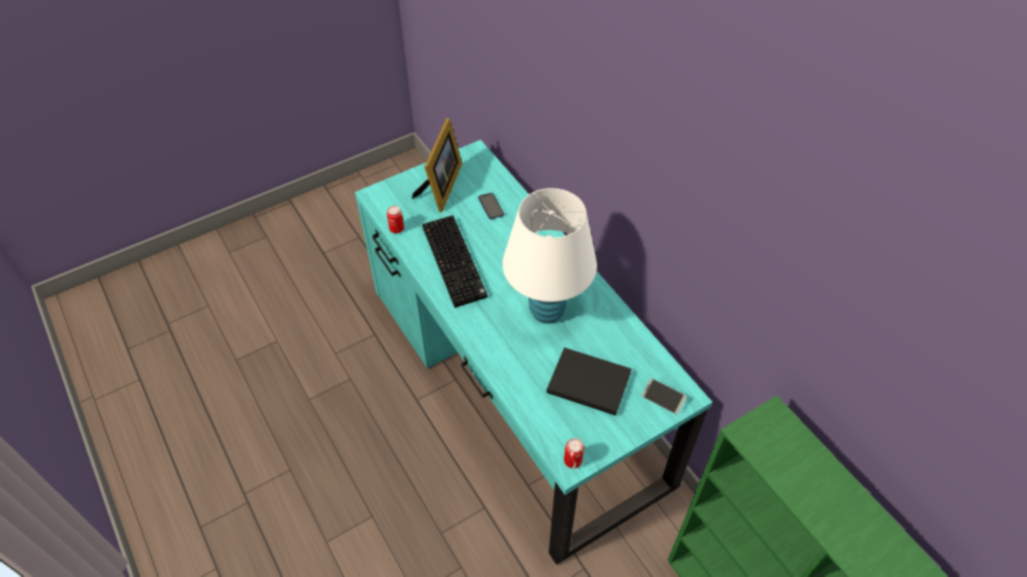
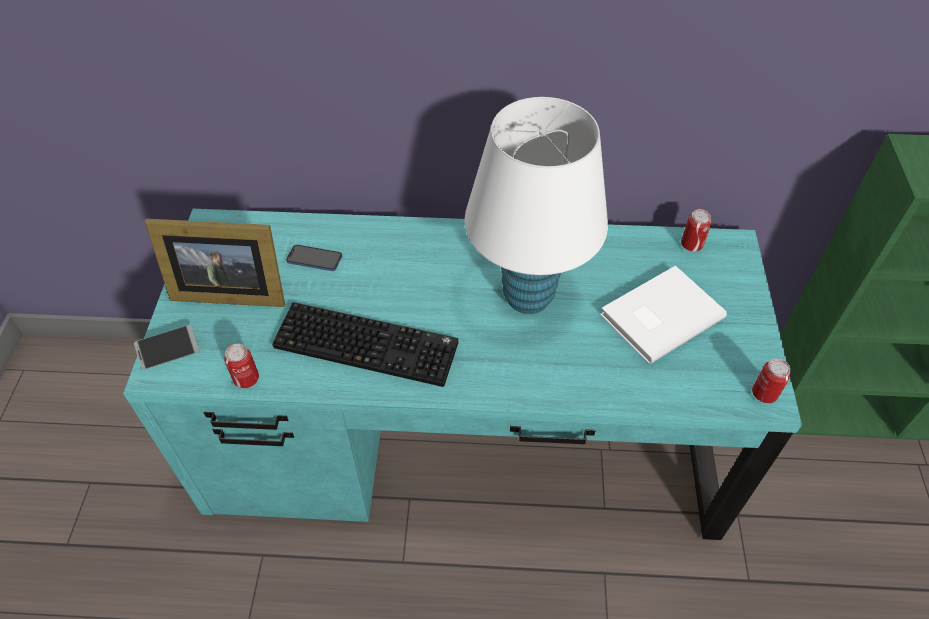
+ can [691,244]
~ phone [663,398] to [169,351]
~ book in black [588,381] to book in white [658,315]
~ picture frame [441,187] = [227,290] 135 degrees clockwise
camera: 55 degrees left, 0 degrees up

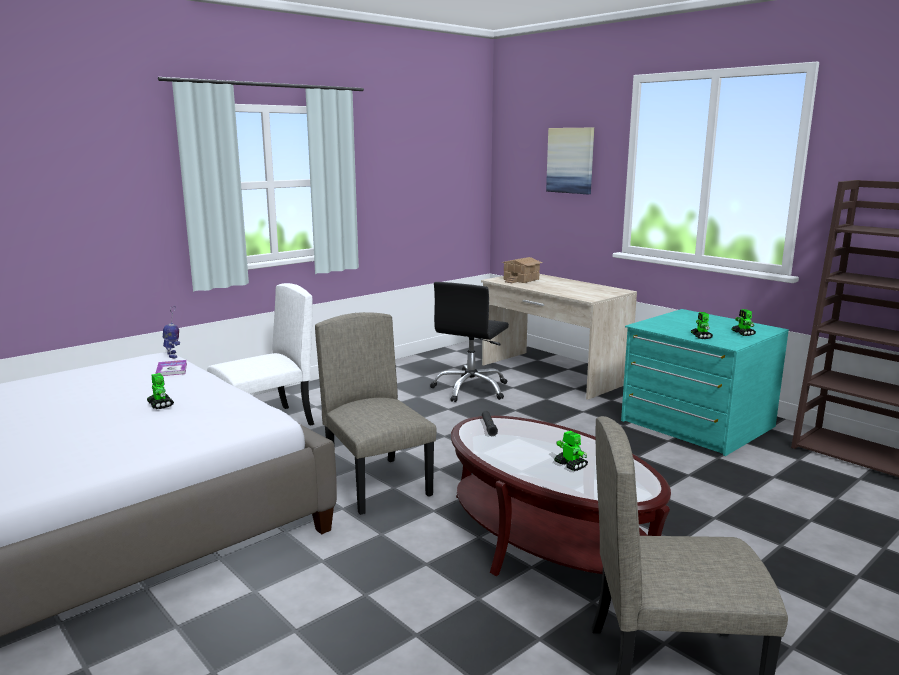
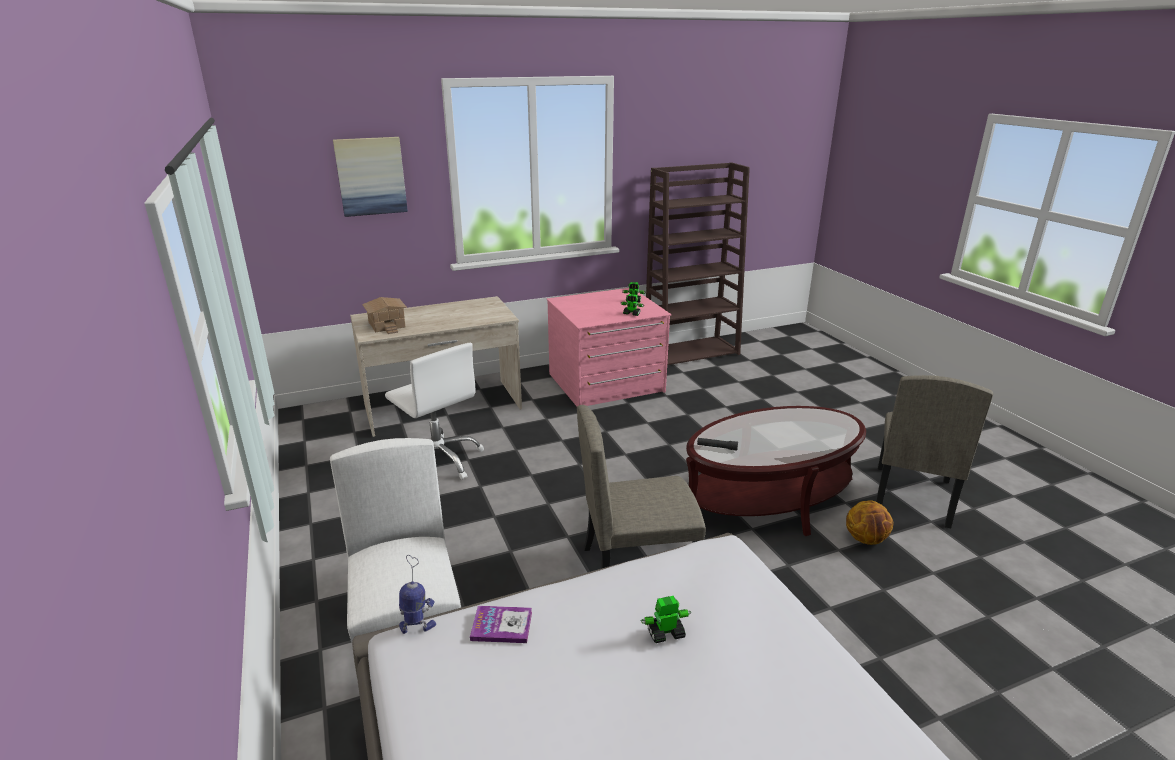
- toy robot [570,465]
+ basketball [866,539]
~ office chair in black [471,389] to office chair in white [439,460]
~ dresser in turquoise [696,424] to dresser in pink [606,383]
camera: 70 degrees left, 10 degrees up

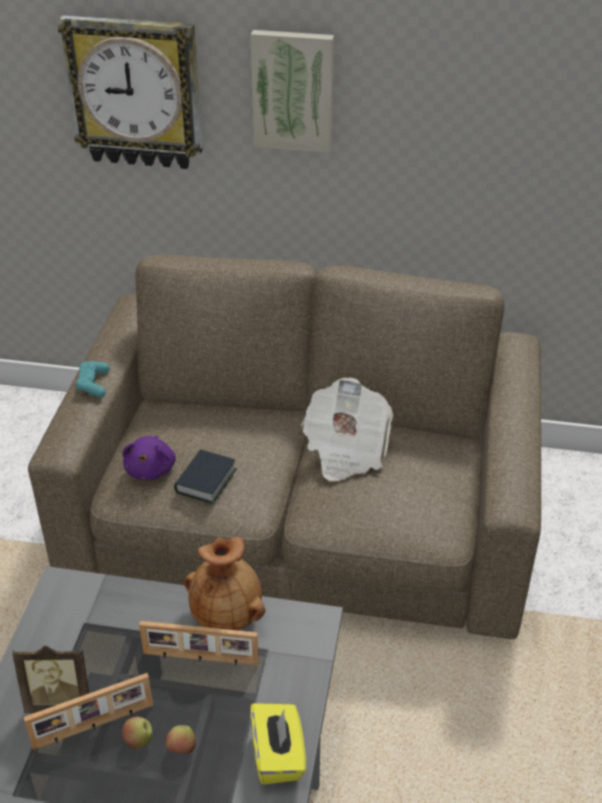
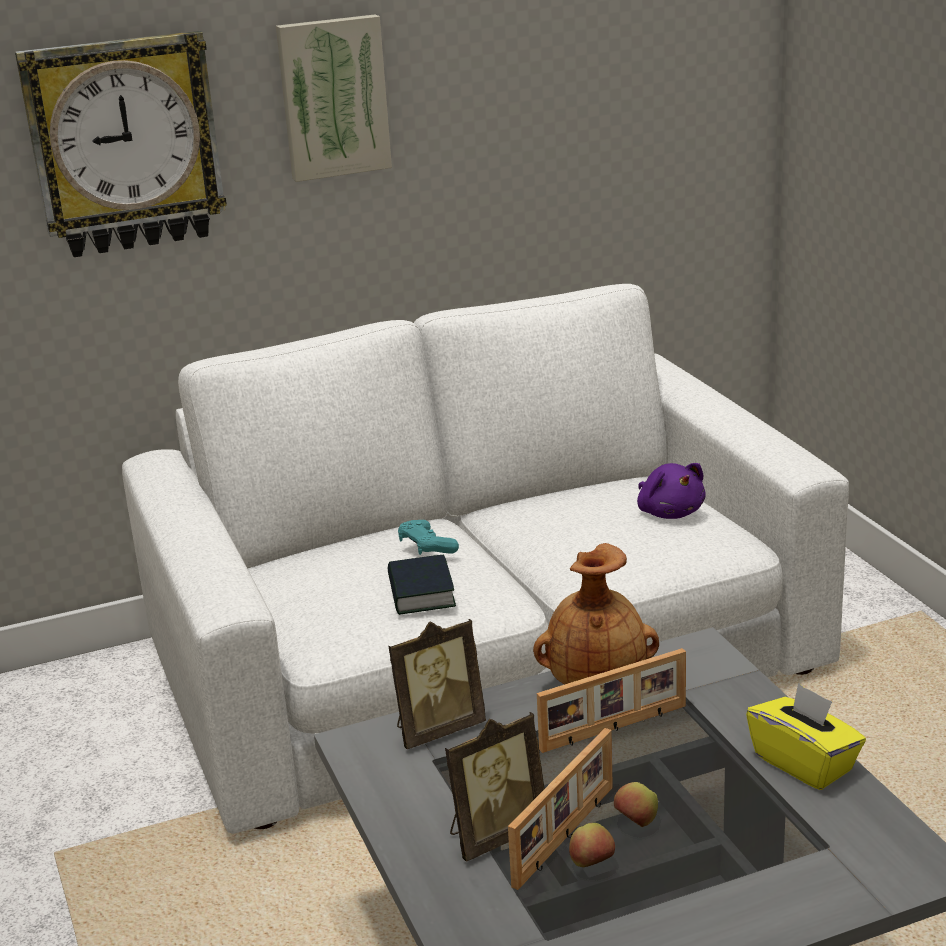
- newspaper [345,449]
+ picture frame [437,729]
~ game controller in turquoise [93,384] to [426,546]
~ plush toy in purple [151,469] to [669,512]
~ apple [182,749] to [592,865]
~ sofa in brown [301,515] to sofa in white [484,661]
camera: 30 degrees left, 15 degrees down

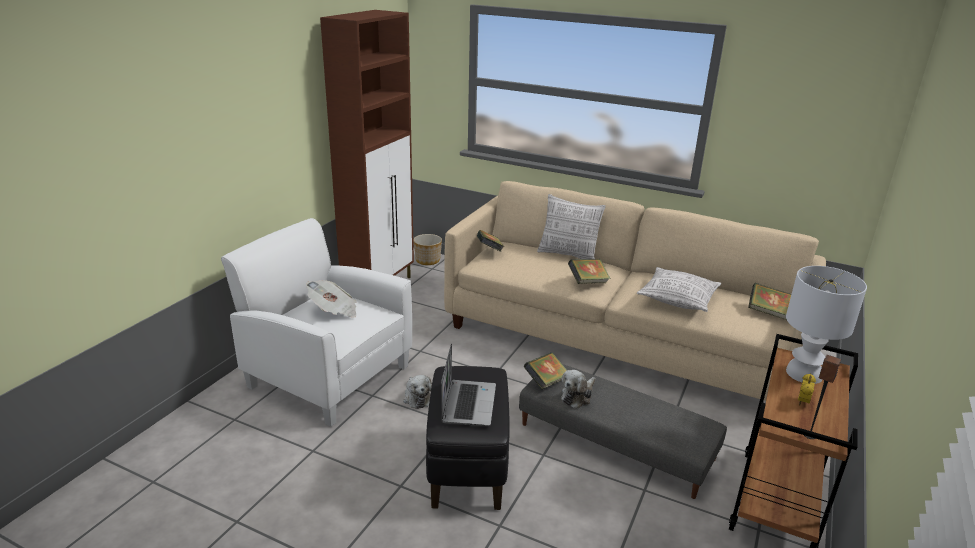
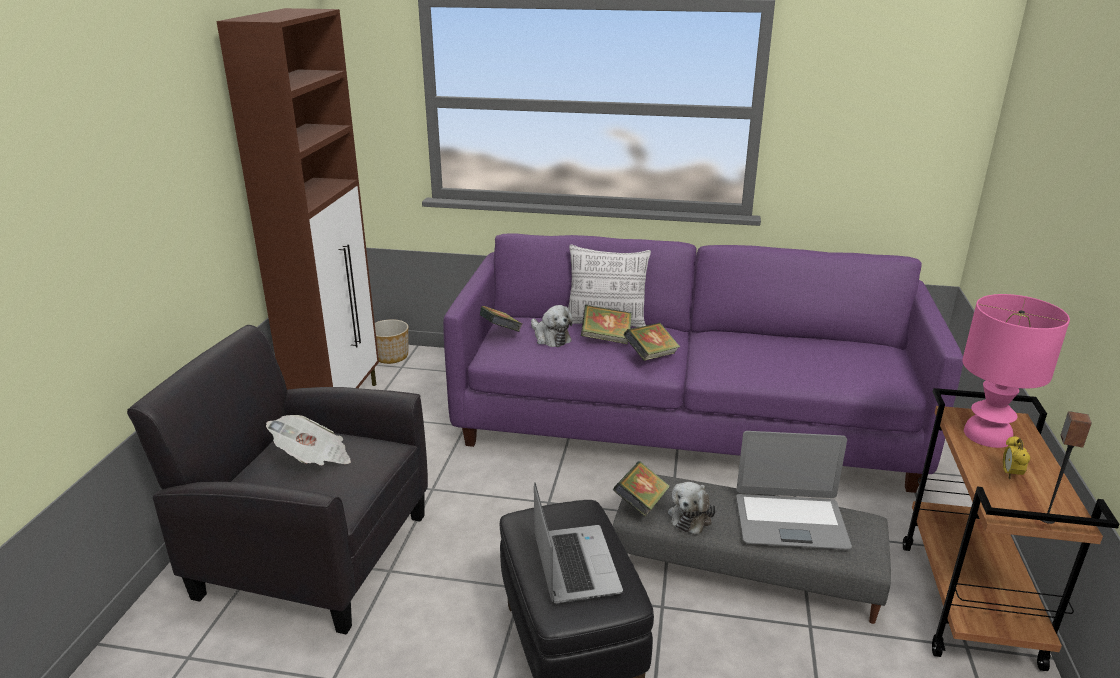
- pillow [678,299]
+ laptop [790,521]
~ plush toy [417,397] to [550,338]
~ book [768,312] to [606,338]
~ armchair in white [328,375] to armchair in black [312,554]
~ sofa in beige [618,339] to sofa in purple [684,423]
~ table lamp in white [804,373] to table lamp in pink [987,434]
camera: 15 degrees left, 0 degrees up

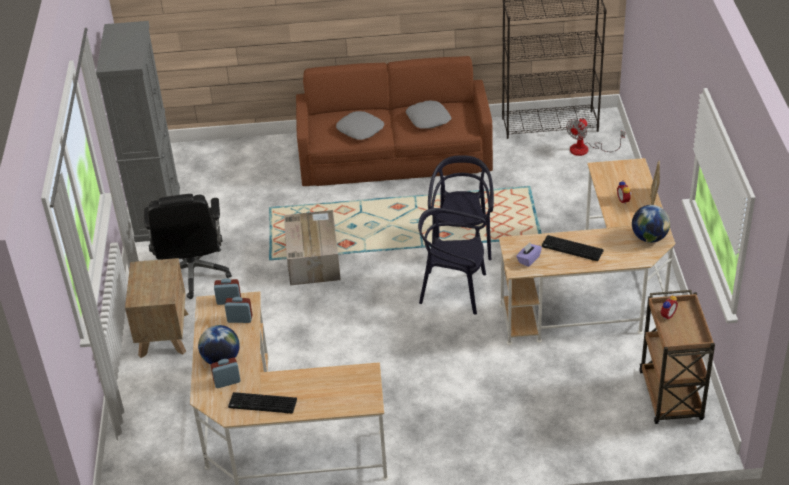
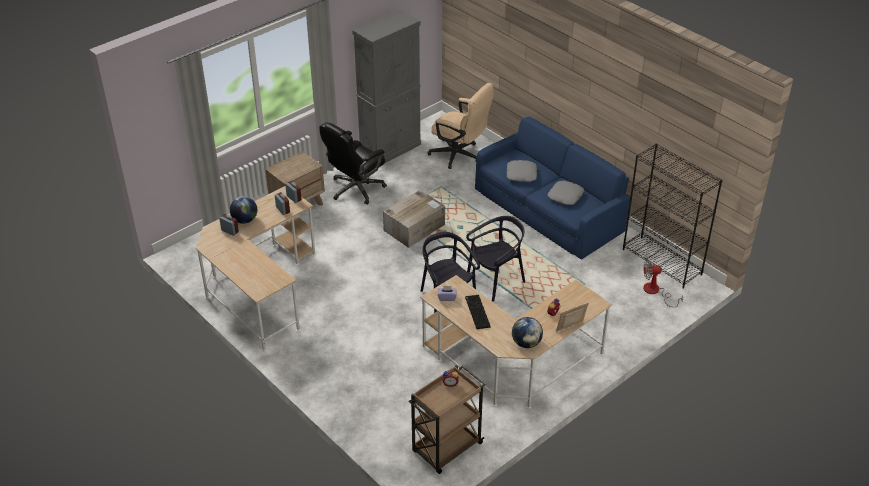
- keyboard [261,404]
+ office chair in beige [460,156]
~ sofa in brown [395,152] to sofa in blue [549,208]
camera: 50 degrees right, 0 degrees up

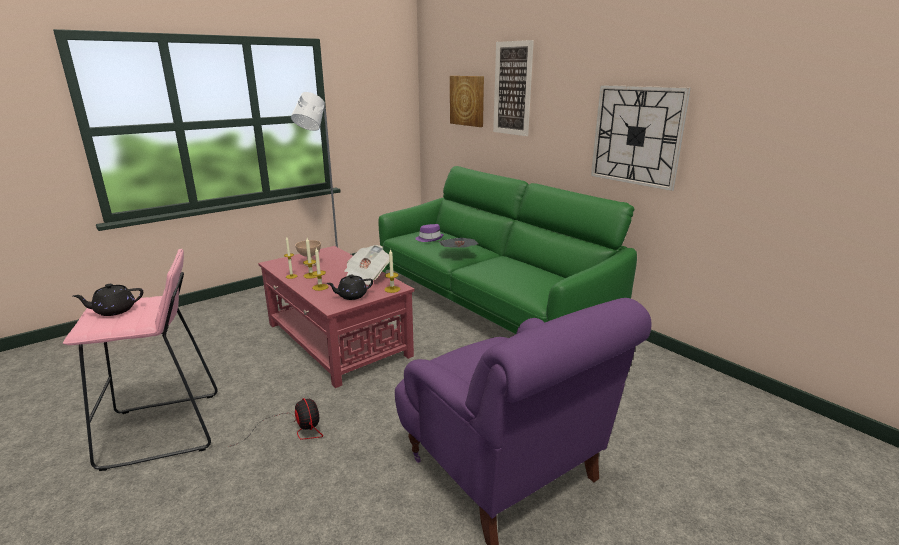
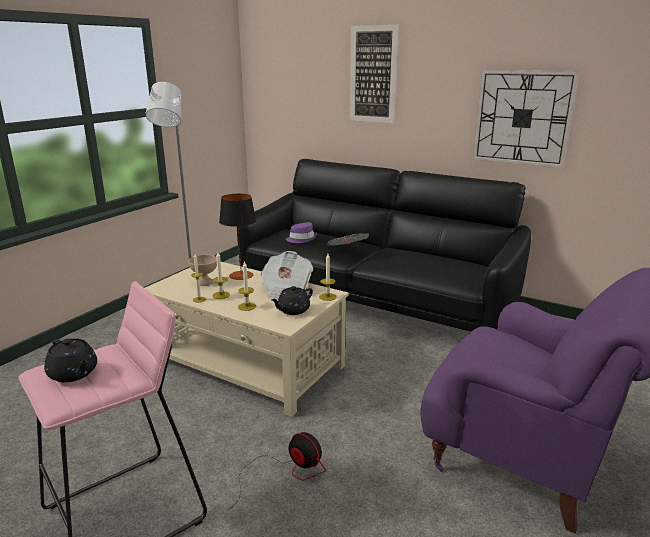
- picture [467,100]
+ table lamp [241,275]
~ coffee table in red [337,340] to coffee table in beige [248,364]
~ sofa in green [489,305] to sofa in black [374,301]
~ teapot in black [114,311] = [73,374] 90 degrees counterclockwise
camera: 20 degrees left, 0 degrees up

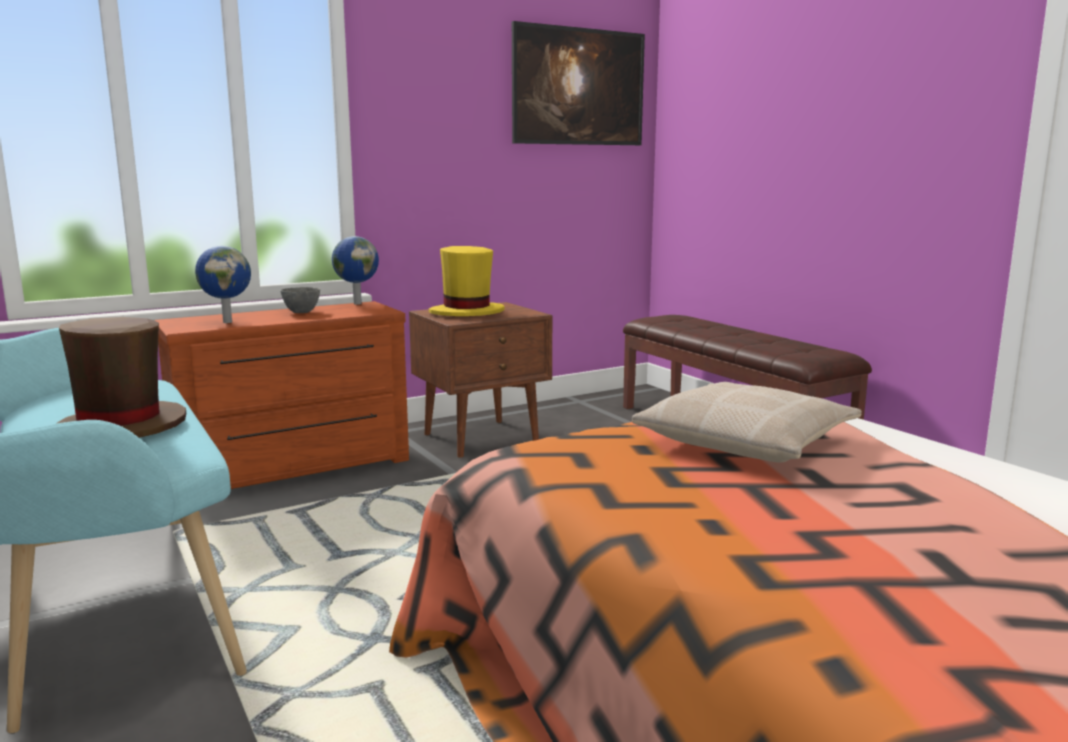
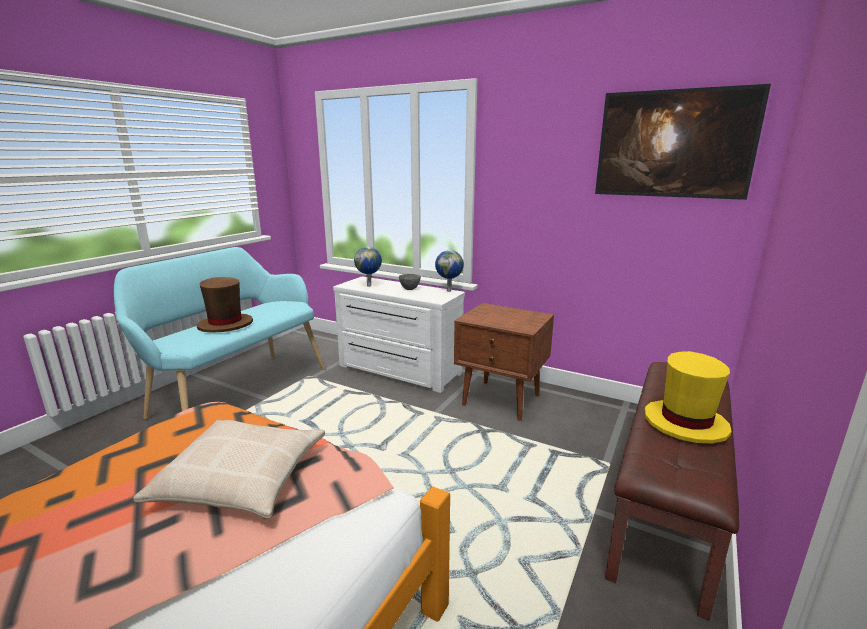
~ hat in yellow [466,313] to [684,423]
~ dresser in brown [295,469] to dresser in white [398,371]
camera: 60 degrees right, 5 degrees up

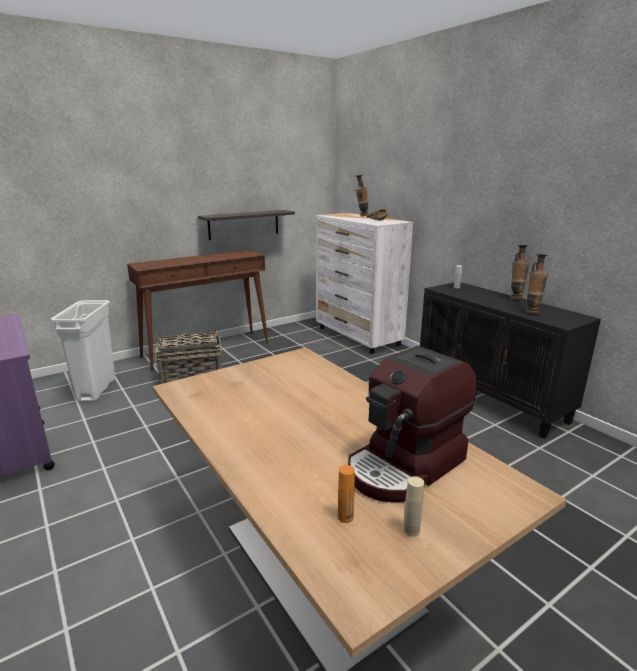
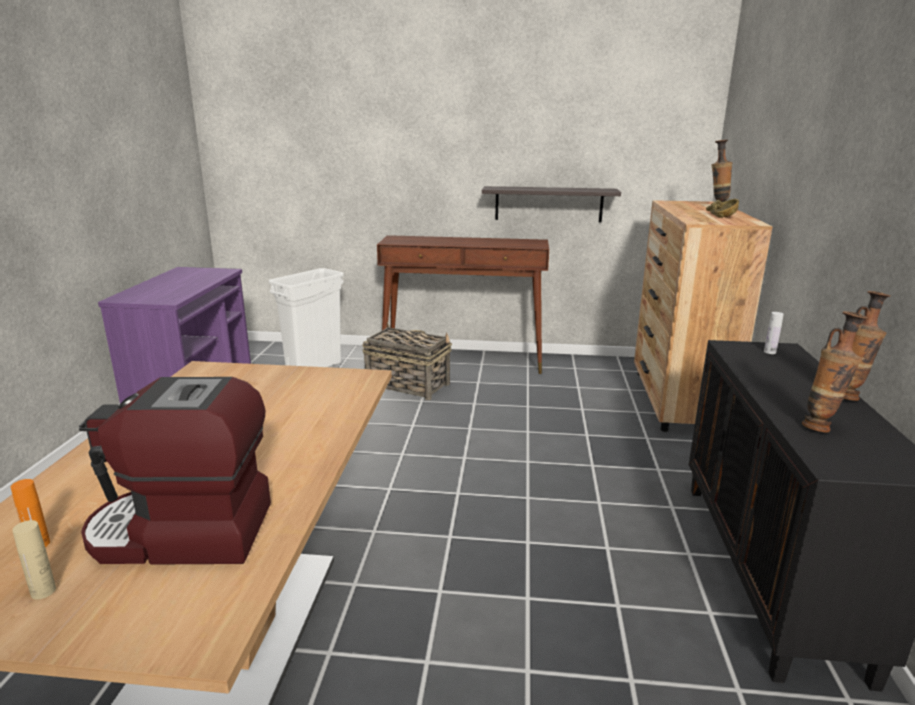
~ dresser in white [358,336] to dresser in brown [677,401]
camera: 40 degrees right, 0 degrees up

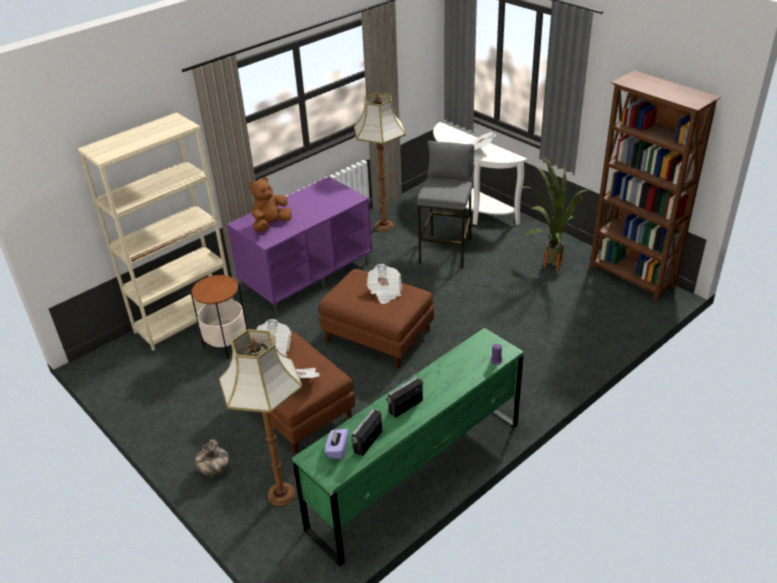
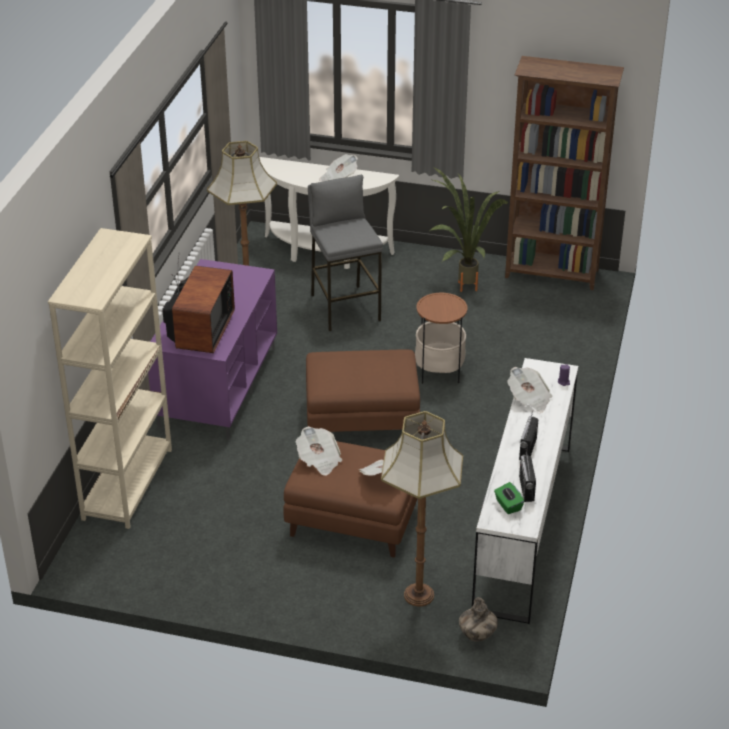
~ side table [226,343] to [439,371]
~ vase [214,470] to [477,635]
~ newspaper [385,292] to [529,399]
~ plush toy in brown [271,225] to television [199,333]
~ dresser in green [417,474] to dresser in white [522,525]
~ tissue box in purple [337,450] to tissue box in green [508,505]
camera: 35 degrees left, 0 degrees up

